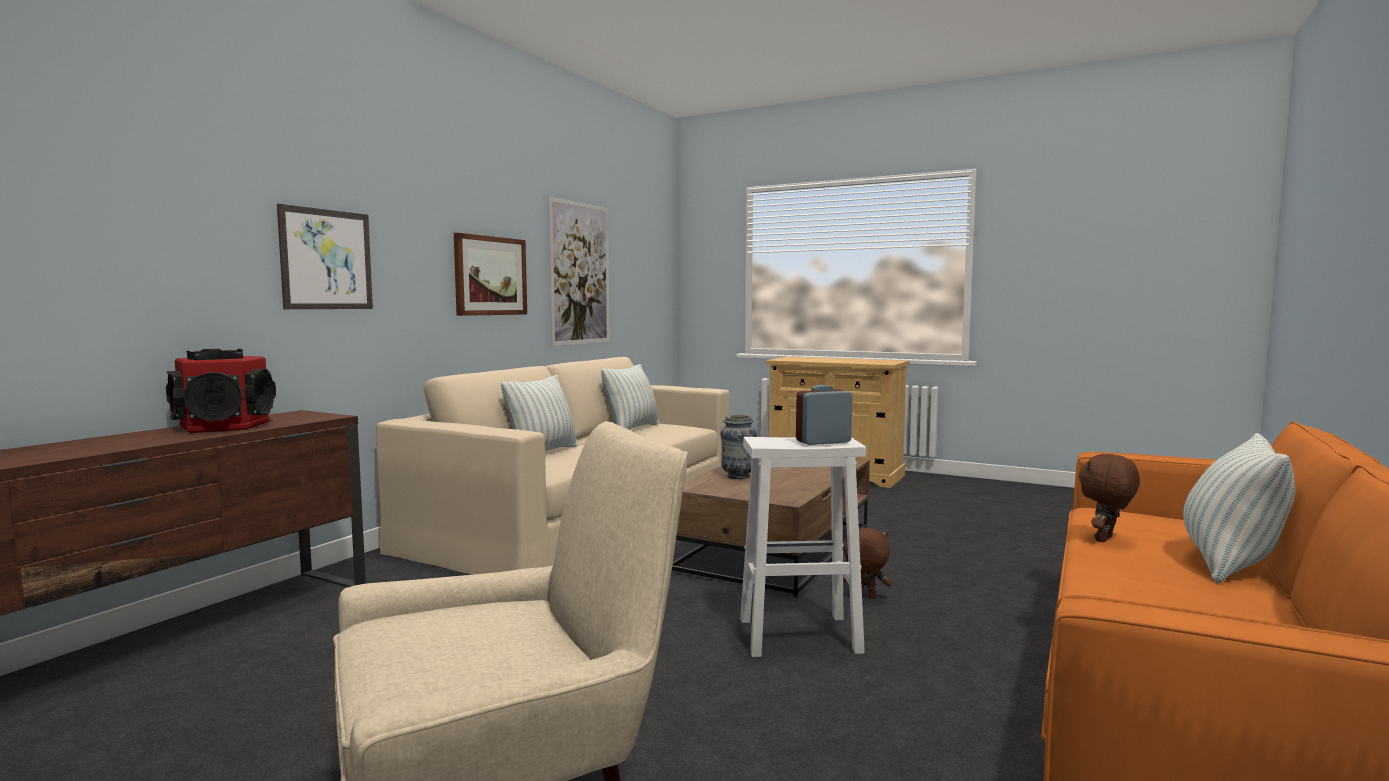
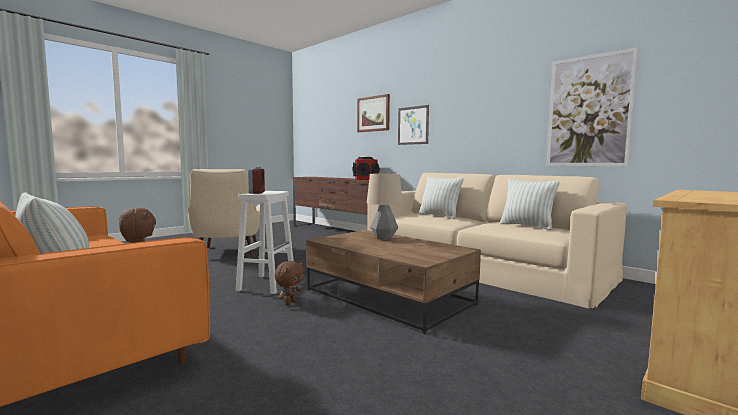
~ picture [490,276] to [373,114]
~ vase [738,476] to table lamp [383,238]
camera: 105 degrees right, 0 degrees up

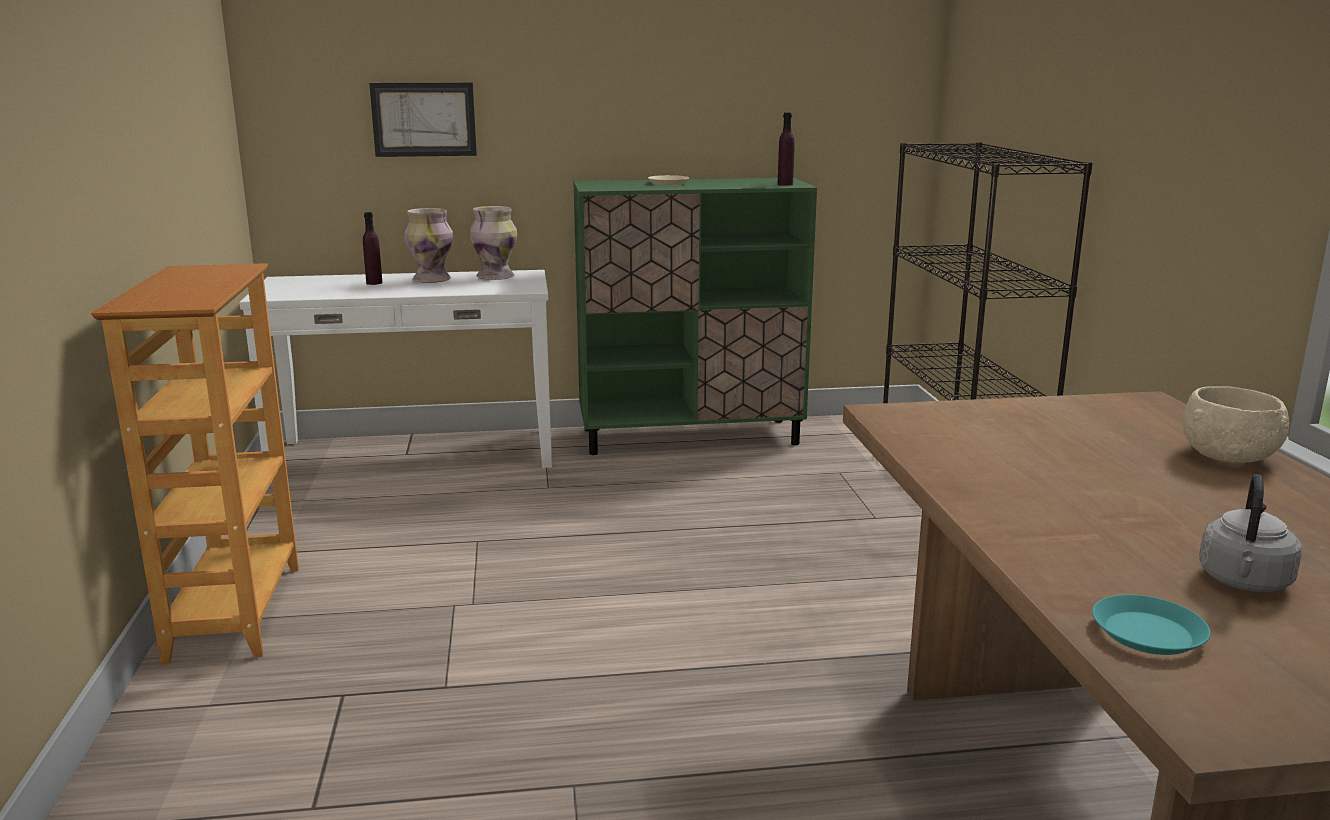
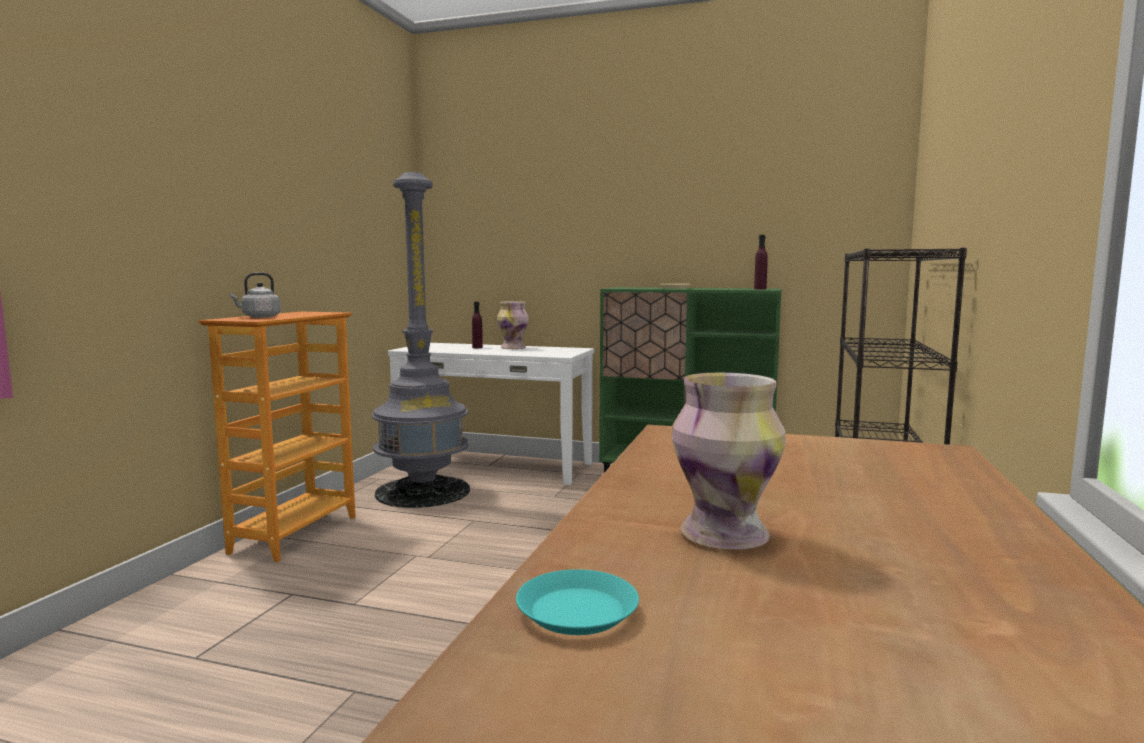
- picture [424,119]
- bowl in beige [1229,456]
+ floor lamp in grey [423,491]
~ vase [496,277] to [726,535]
~ kettle in grey [1244,583] to [259,317]
camera: 25 degrees right, 10 degrees down

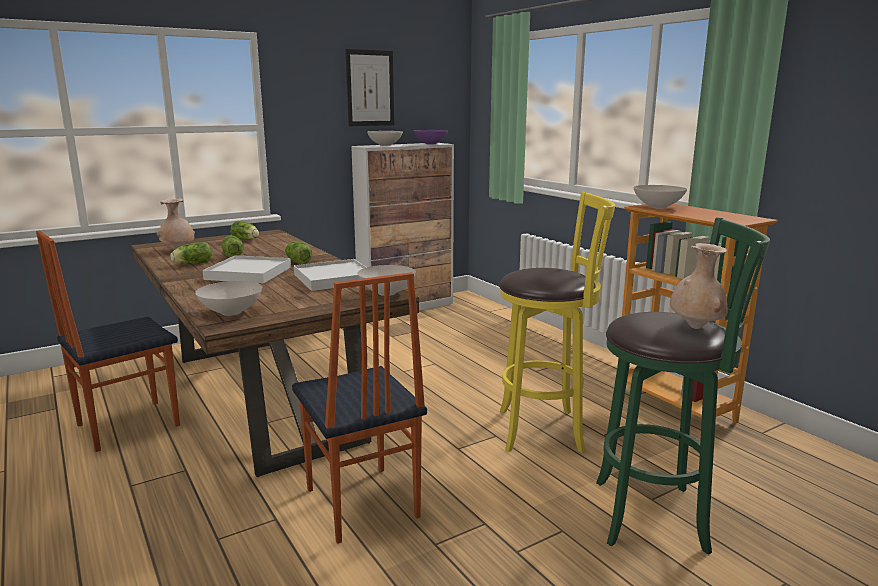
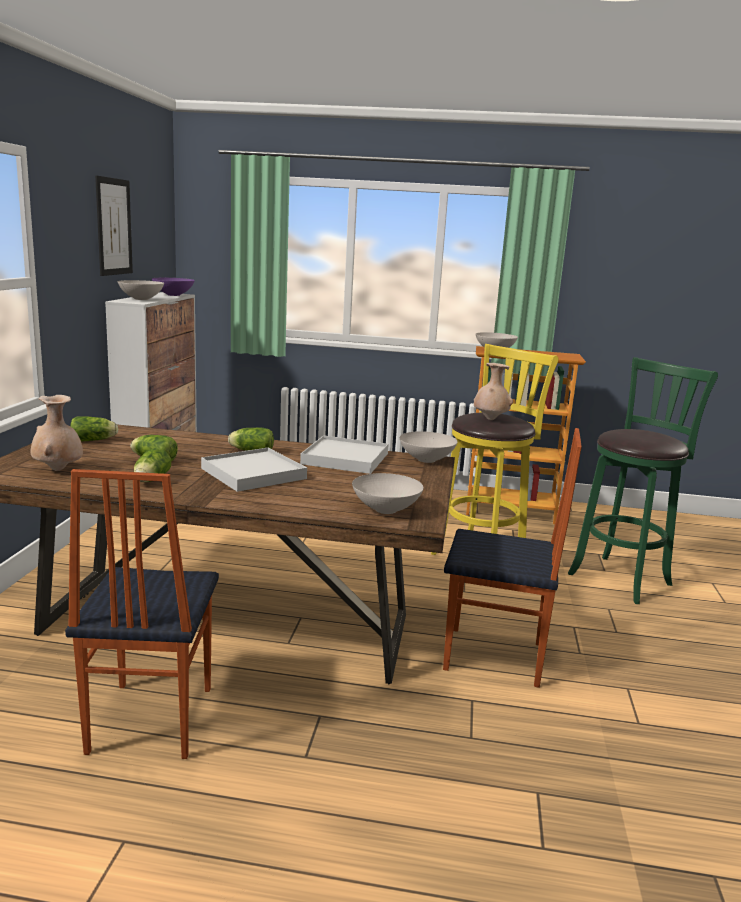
~ vase in beige [695,327] to [490,419]
camera: 50 degrees left, 0 degrees up

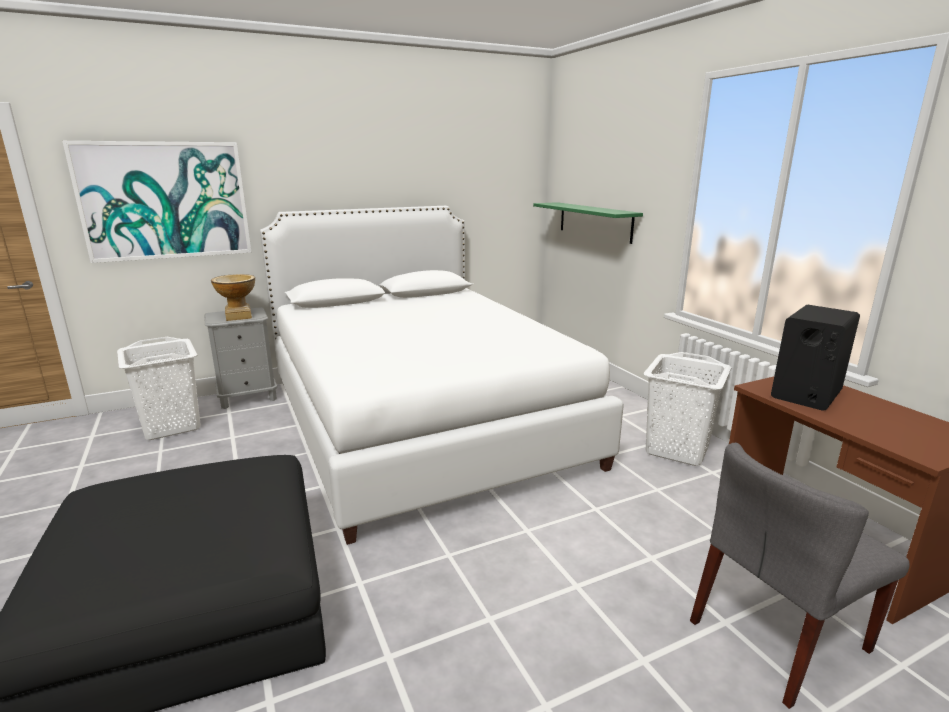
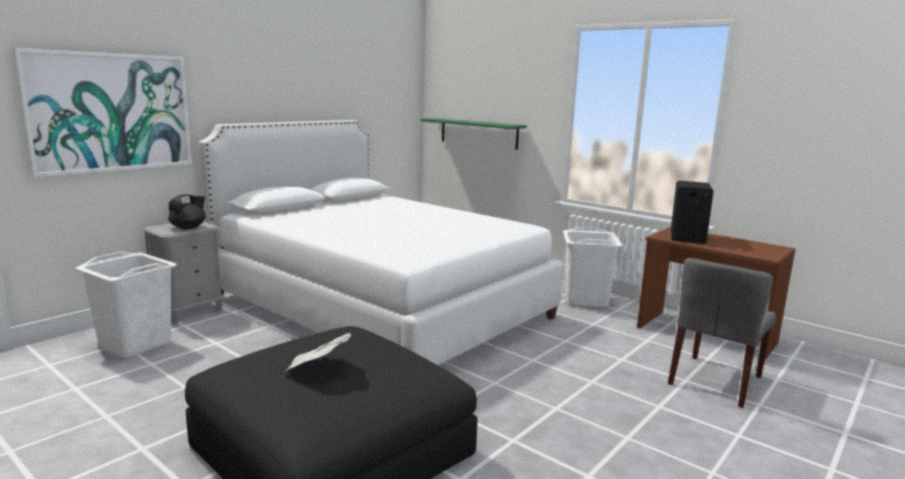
+ newspaper [318,367]
~ vase [239,316] to teapot in black [188,227]
camera: 25 degrees left, 5 degrees down

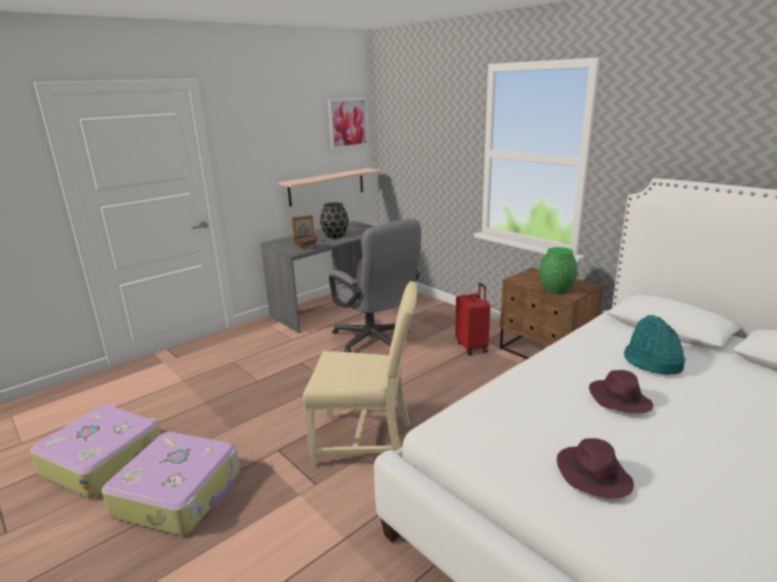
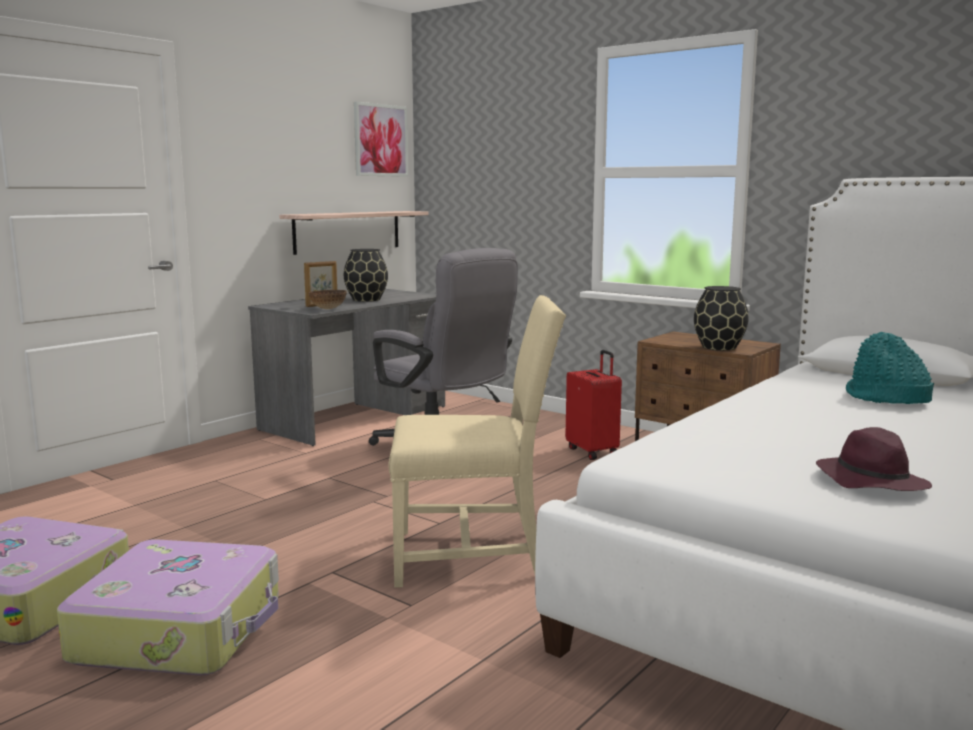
- hat in purple [619,399]
~ vase in green [556,290] to vase in black [719,347]
camera: 10 degrees left, 10 degrees down

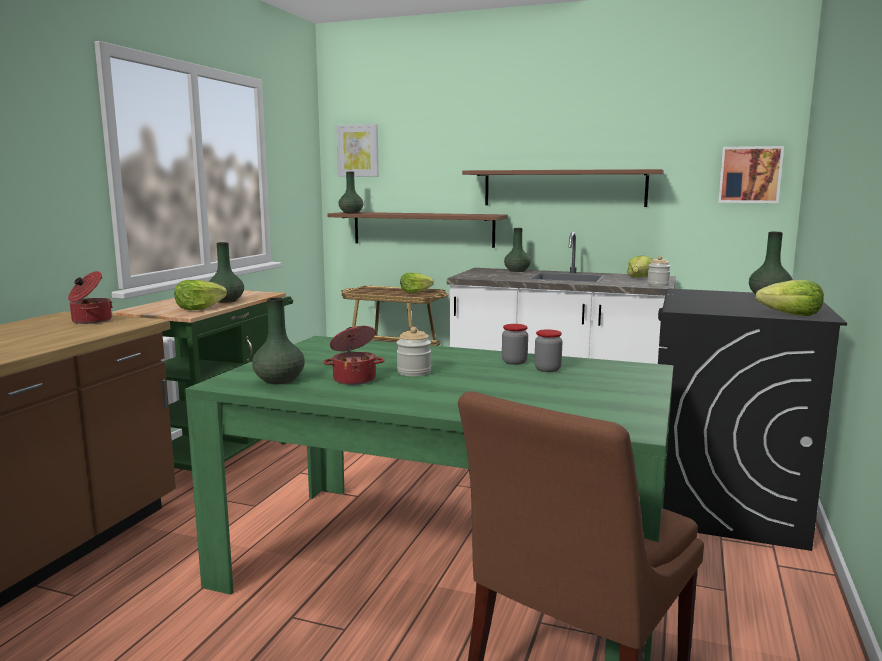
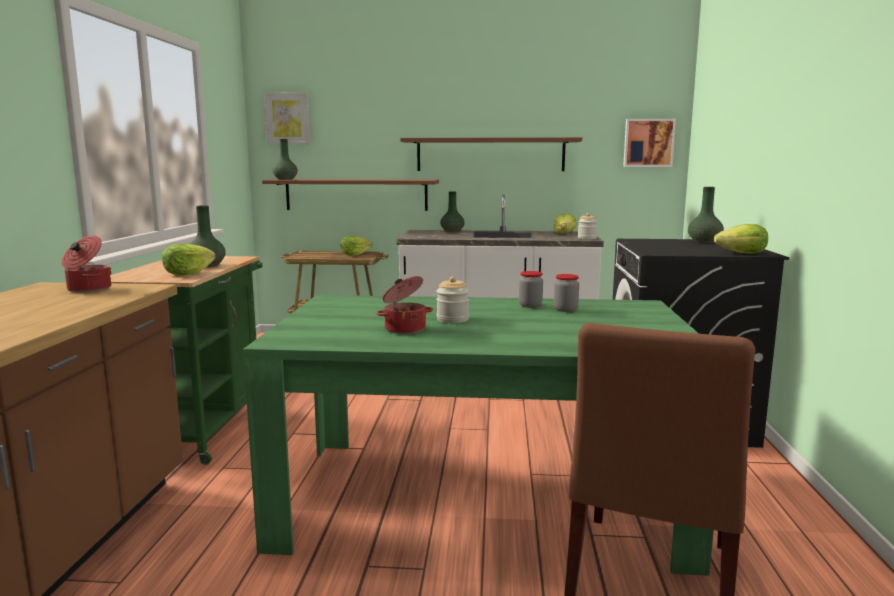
- vase in green [280,380]
camera: 15 degrees left, 0 degrees up

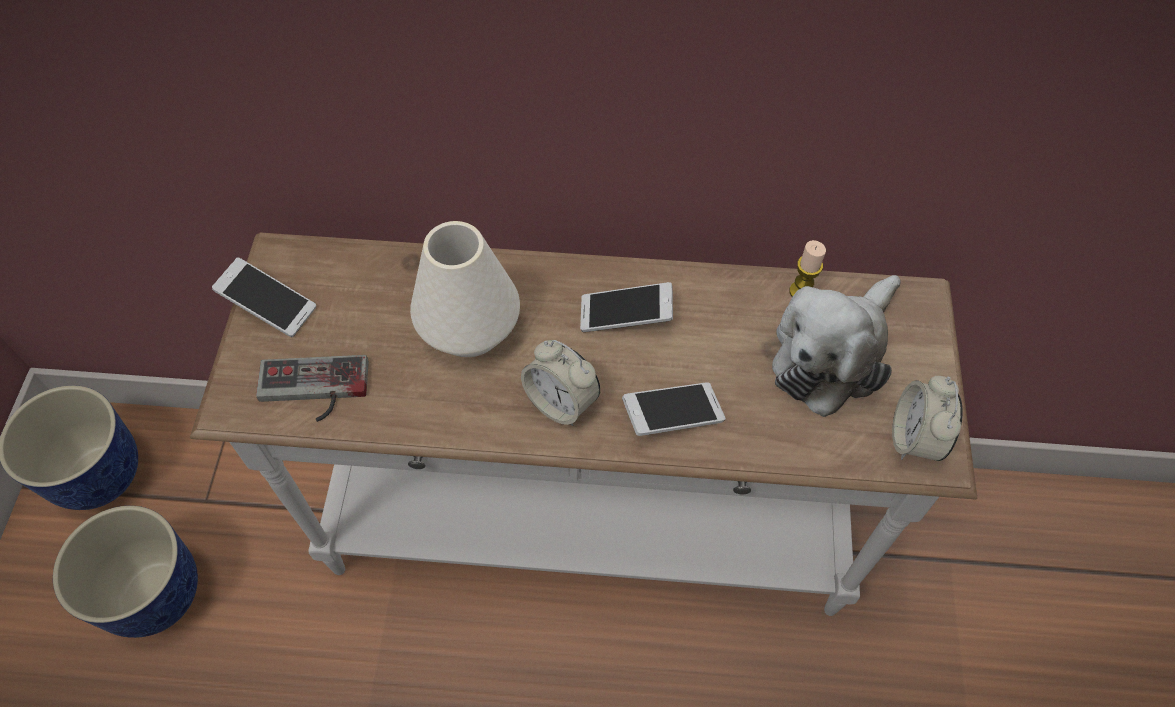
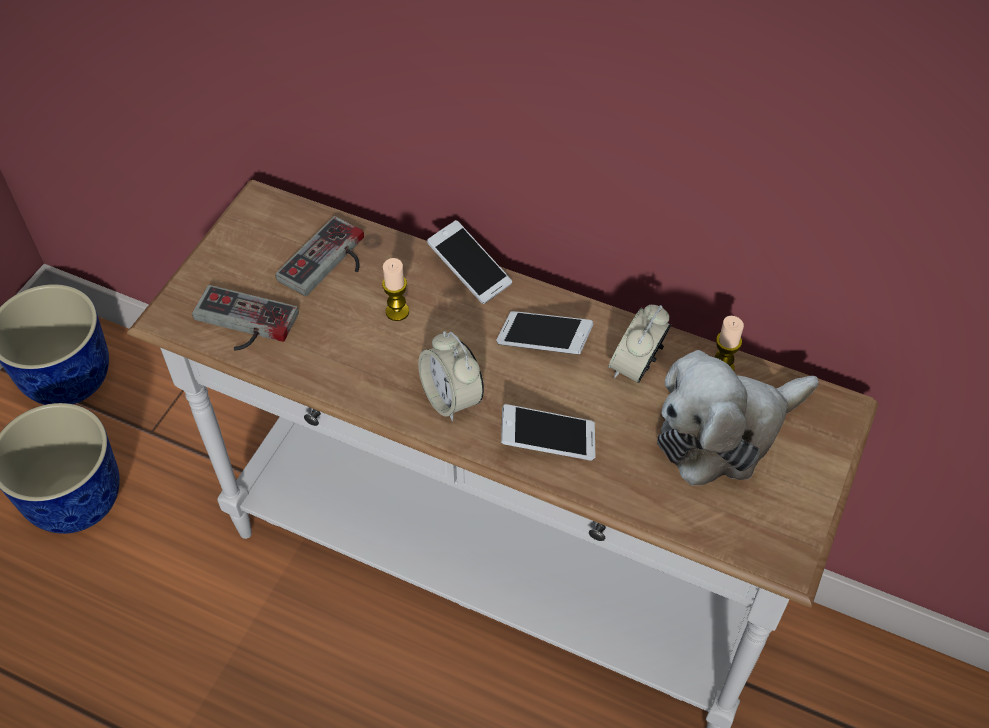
+ game controller [330,263]
~ phone [269,305] to [469,271]
~ alarm clock [915,438] to [636,366]
~ vase in white [469,329] to candle [397,311]
camera: 20 degrees right, 5 degrees down

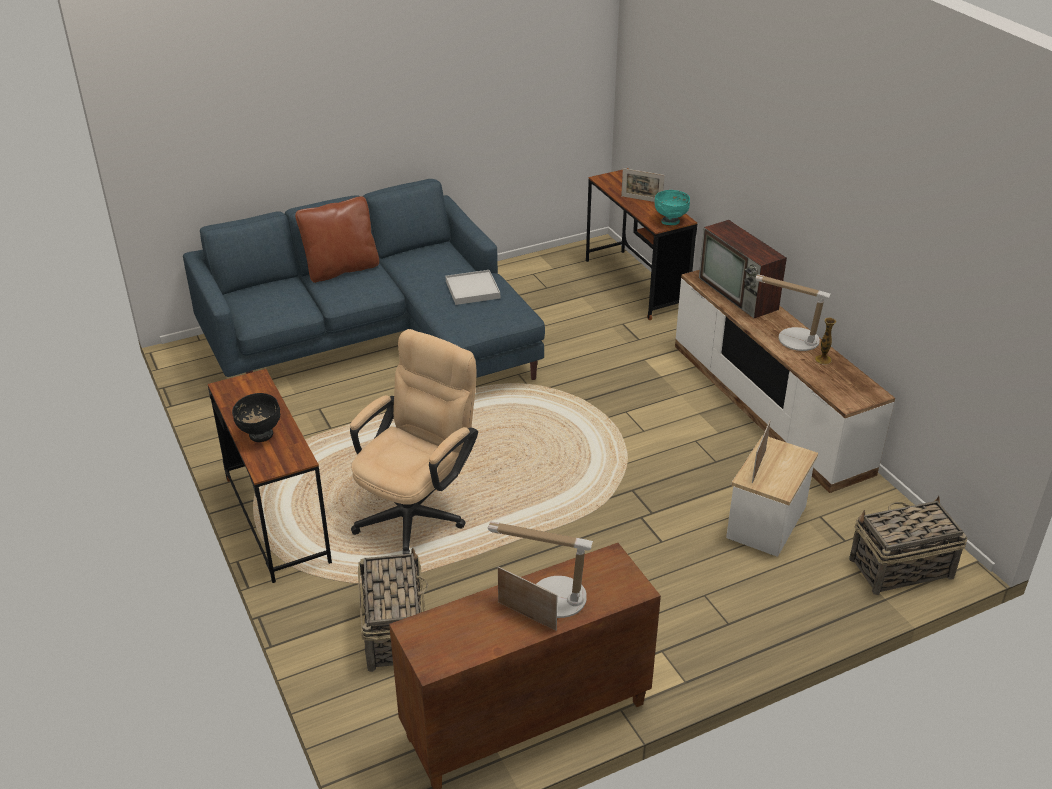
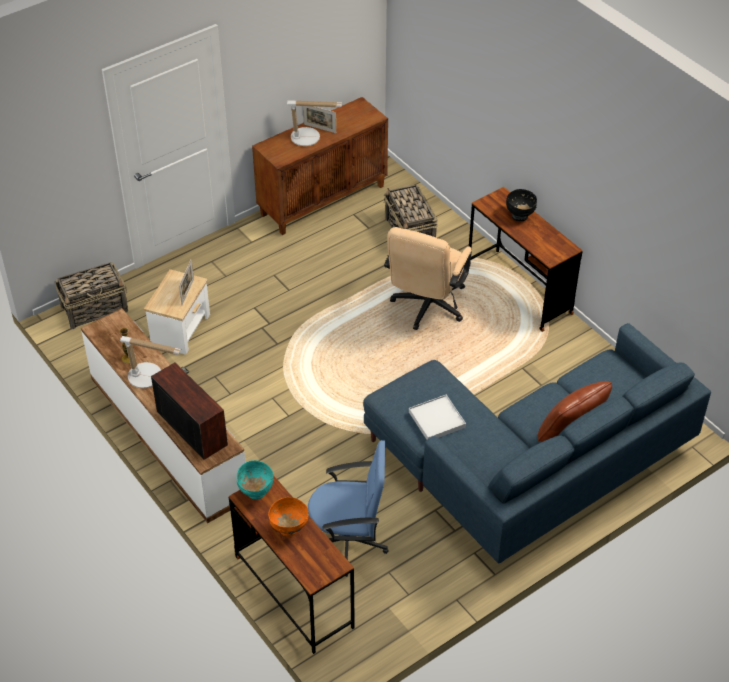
+ office chair in blue [348,542]
~ picture frame [641,199] to bowl in orange [289,529]
camera: 170 degrees right, 10 degrees up

